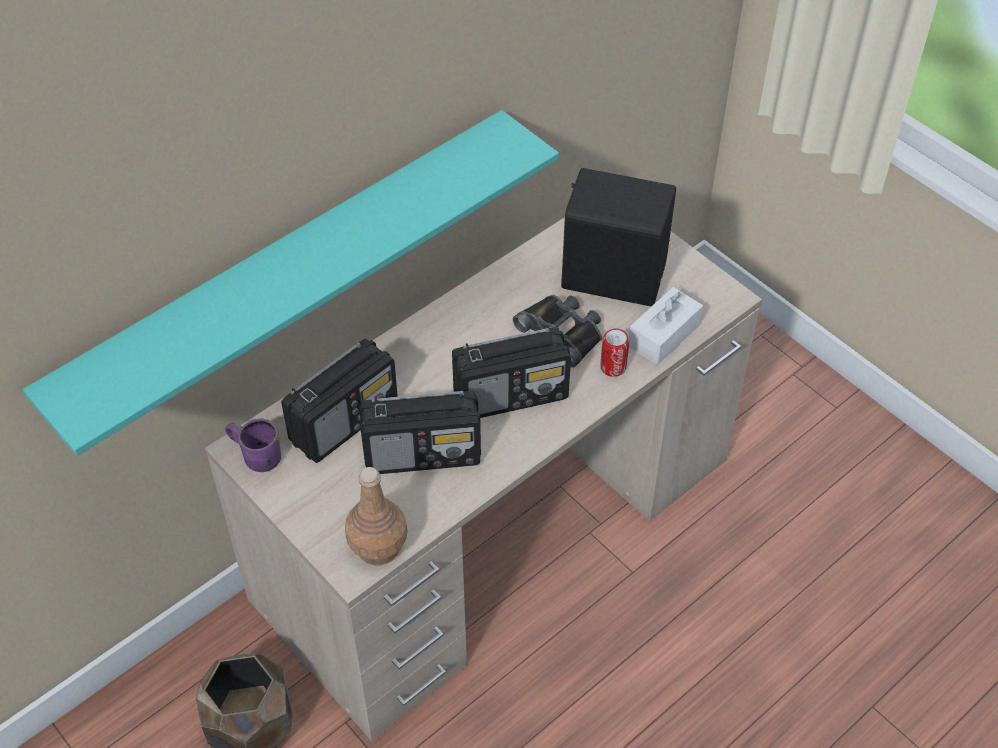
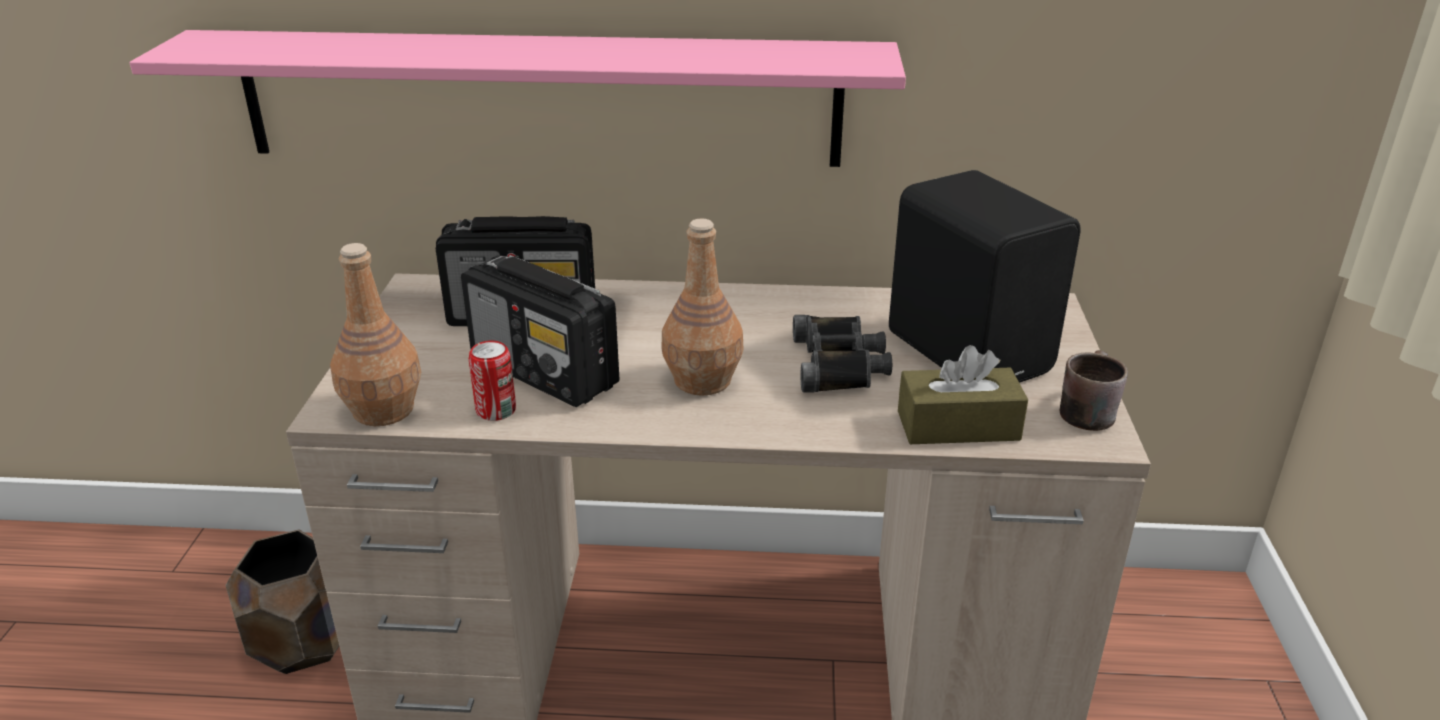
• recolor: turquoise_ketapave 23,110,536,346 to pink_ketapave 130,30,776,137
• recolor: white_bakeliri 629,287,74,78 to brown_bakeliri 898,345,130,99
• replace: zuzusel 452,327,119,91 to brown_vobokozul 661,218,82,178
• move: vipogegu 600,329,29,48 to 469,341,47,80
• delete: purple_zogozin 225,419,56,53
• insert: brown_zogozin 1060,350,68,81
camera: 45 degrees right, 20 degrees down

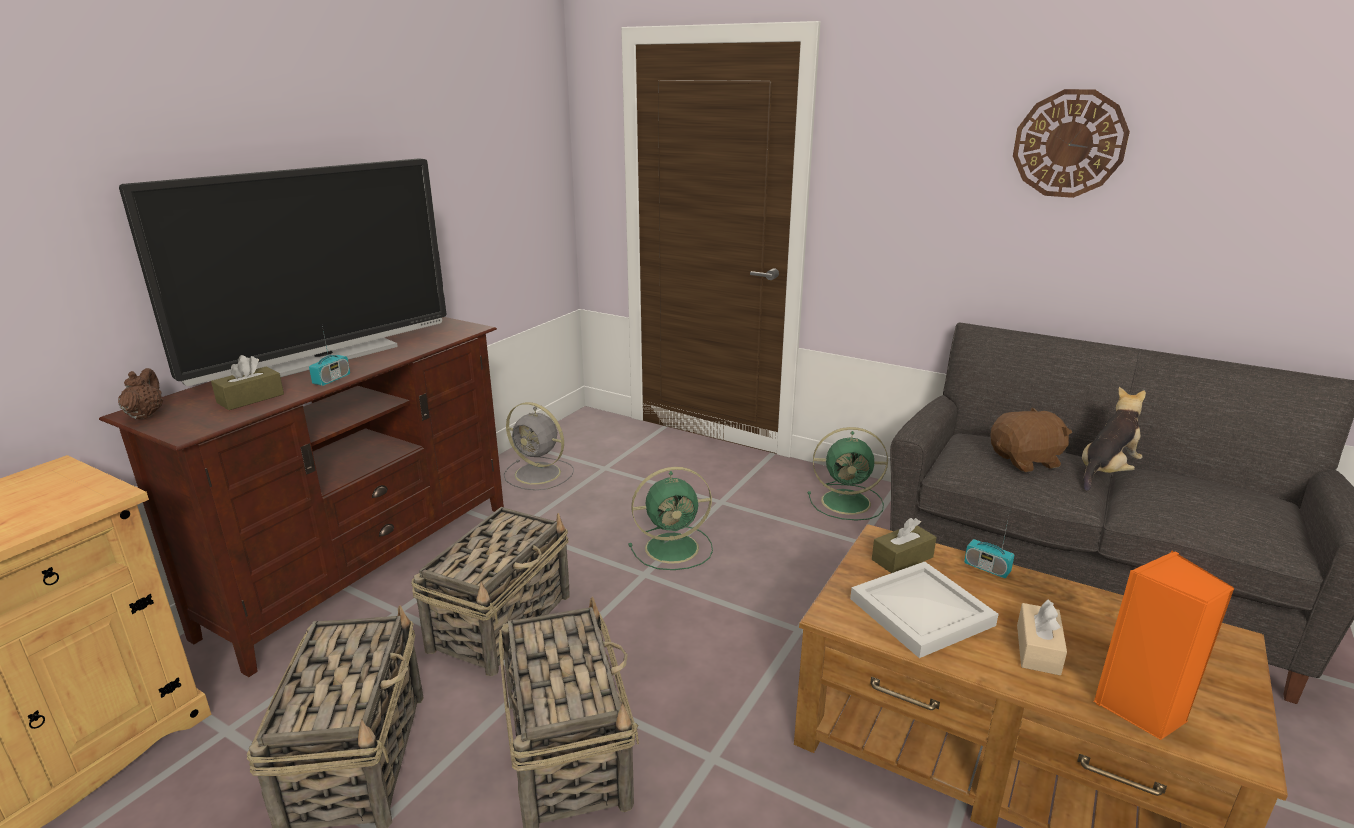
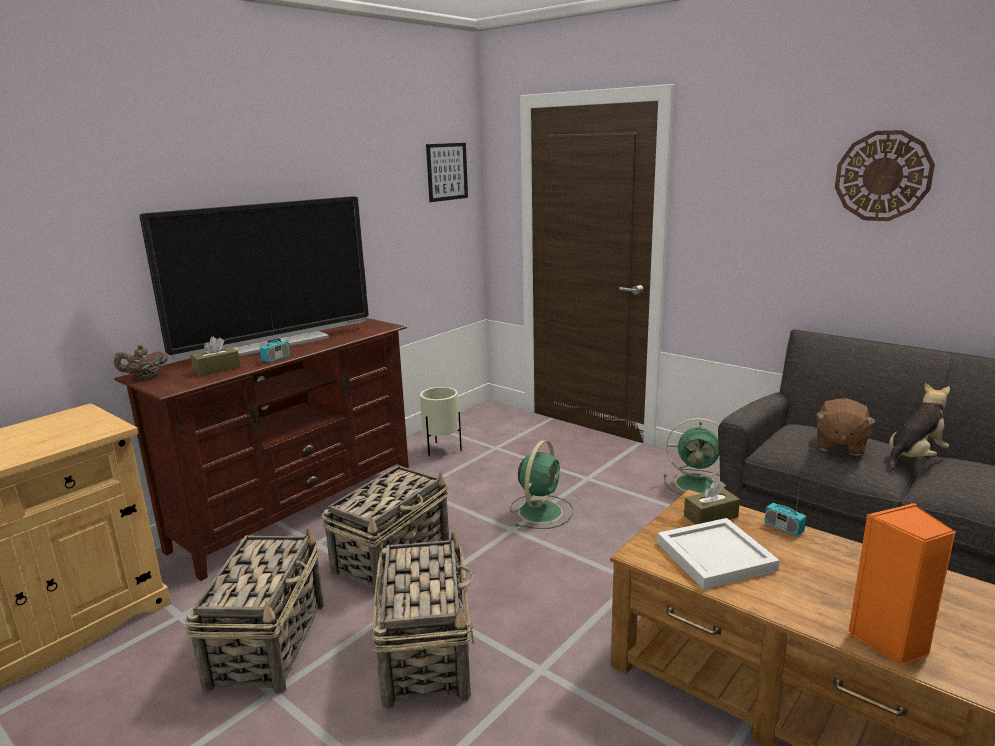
• rotate: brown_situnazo 118,368,45,51 = 114,345,54,33 120 degrees counterclockwise
• replace: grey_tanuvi 503,402,71,88 to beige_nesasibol 420,387,42,69
• rotate: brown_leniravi 990,408,82,64 = 816,398,60,58 120 degrees clockwise
• rotate: green_tanuvi 628,467,85,103 = 510,440,63,89 60 degrees counterclockwise
• delete: beige_bakeliri 1017,600,50,75
• insert: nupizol 426,143,42,59
camera: 10 degrees right, 5 degrees down

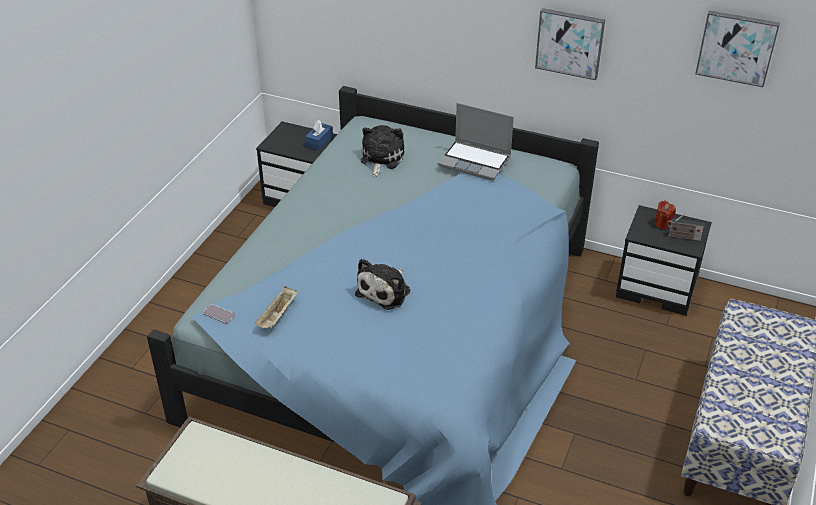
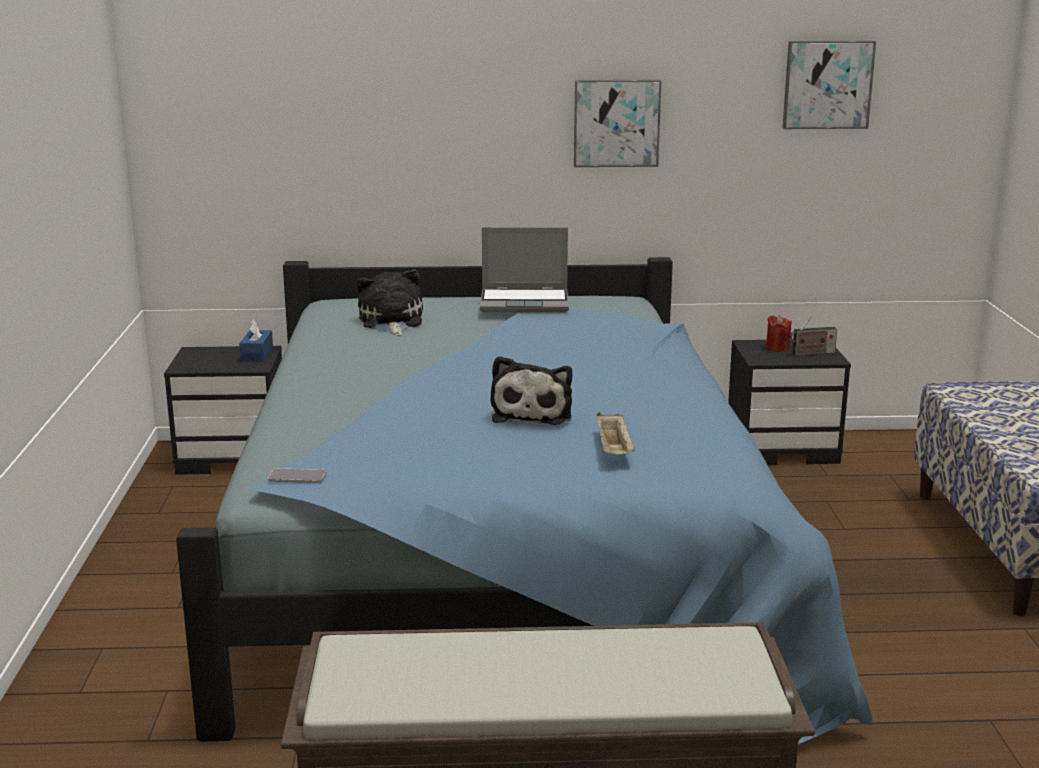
• move: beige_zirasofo 254,286,43,42 to 597,412,38,43
camera: 25 degrees left, 20 degrees down

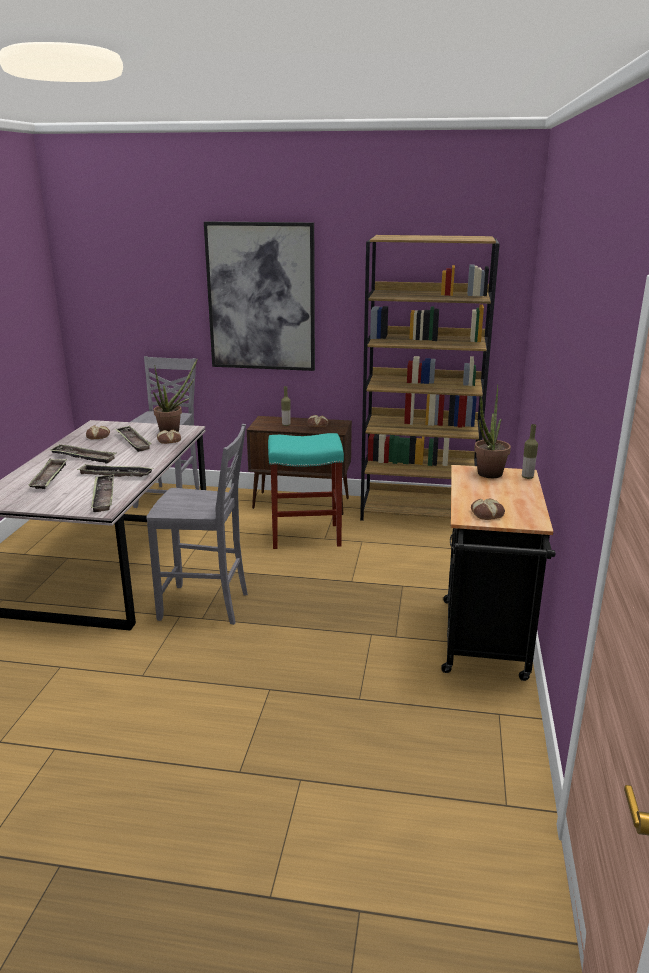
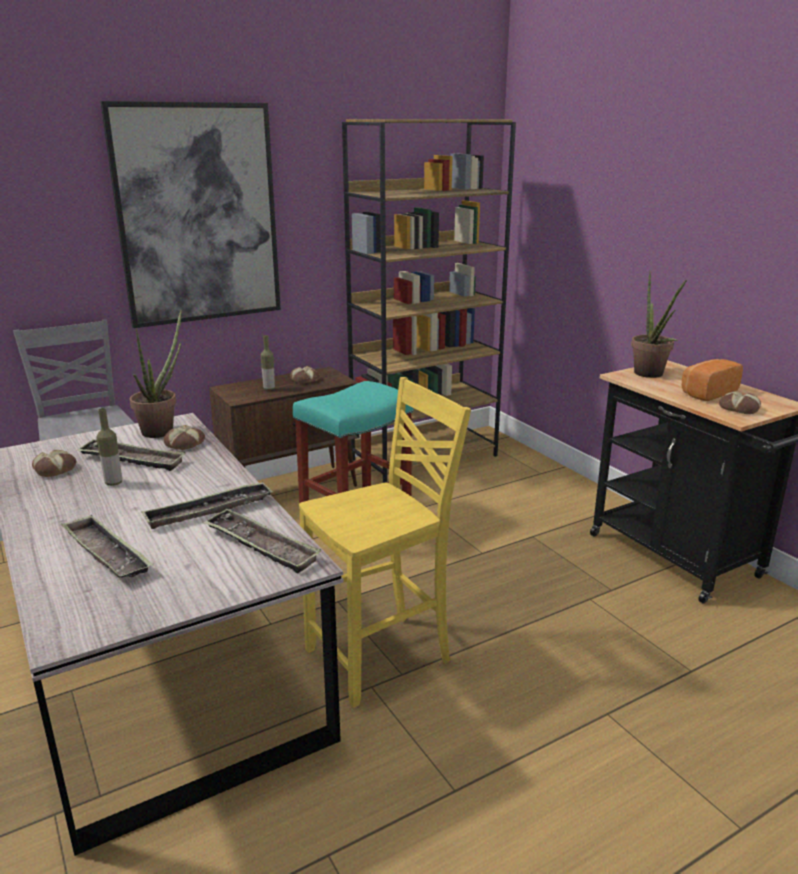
• recolor: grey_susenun 146,424,102,201 to yellow_susenun 299,377,172,331
• move: vobokozul 522,424,16,55 to 96,408,26,78
• delete: zirasofo 49,444,68,20
• insert: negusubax 682,359,61,42
camera: 40 degrees left, 0 degrees up

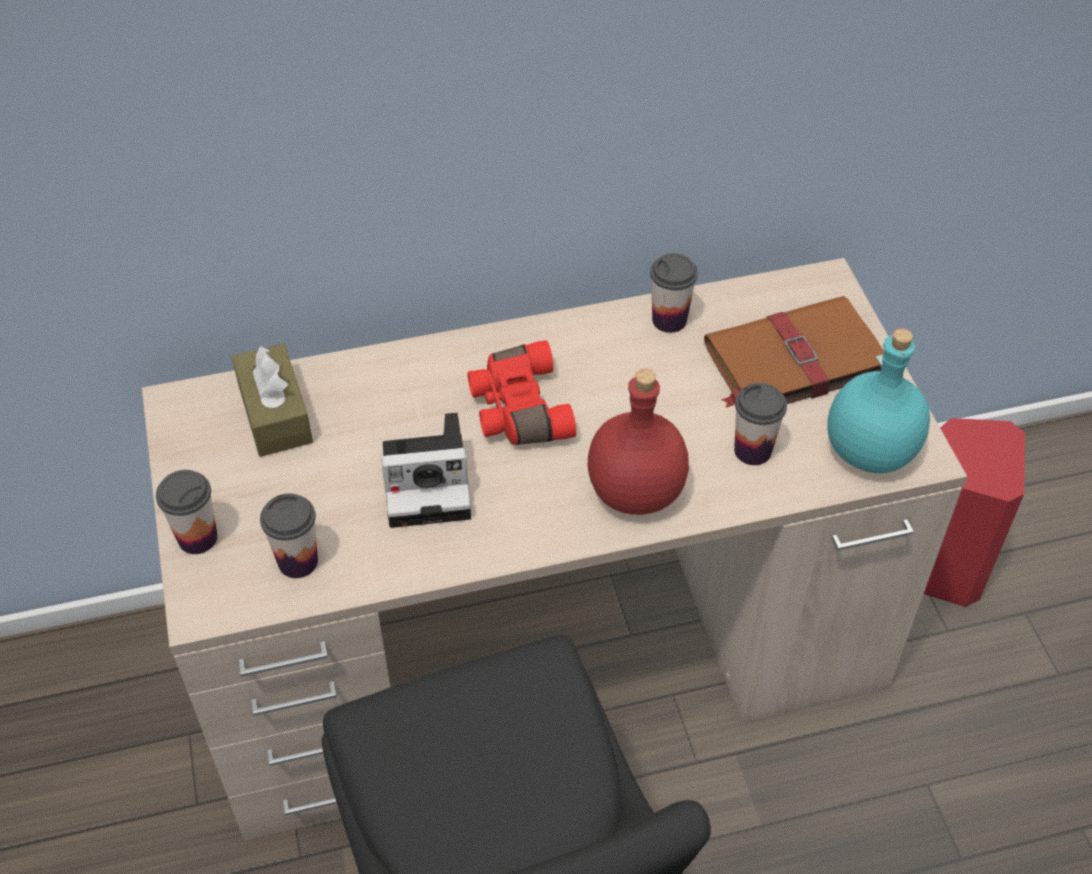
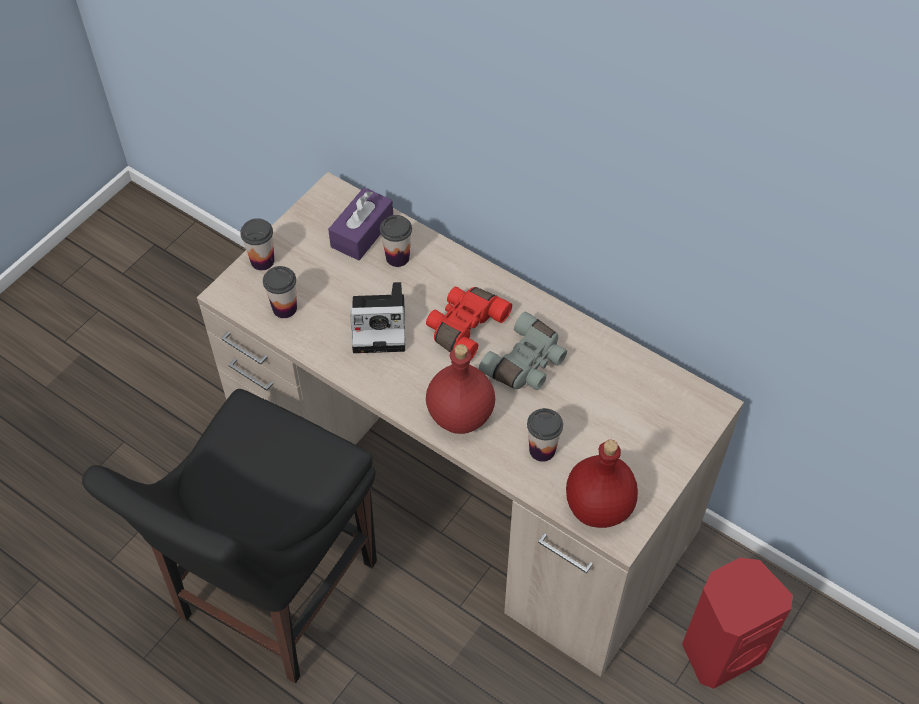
• move: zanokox 650,253,48,80 to 380,215,32,52
• delete: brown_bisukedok 704,296,180,112
• recolor: turquoise_vobokozul 827,328,103,145 to red_vobokozul 566,440,72,88
• recolor: brown_bakeliri 232,343,81,114 to purple_bakeliri 328,187,65,74
• rotate: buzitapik 381,413,90,115 = 350,282,55,71 45 degrees counterclockwise
• insert: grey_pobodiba 479,312,88,78
camera: 50 degrees right, 5 degrees up

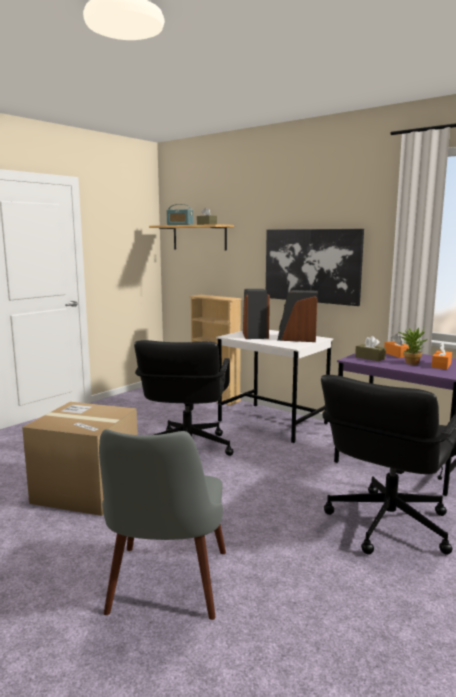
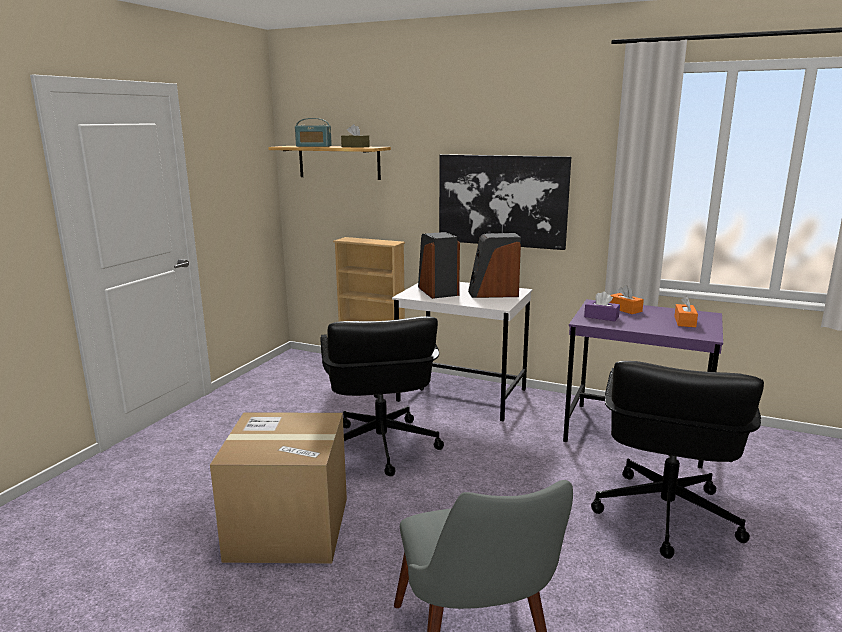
• delete: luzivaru 399,328,29,37
• recolor: brown_bakeliri 355,336,31,25 to purple_bakeliri 584,291,36,30
camera: 15 degrees left, 5 degrees up

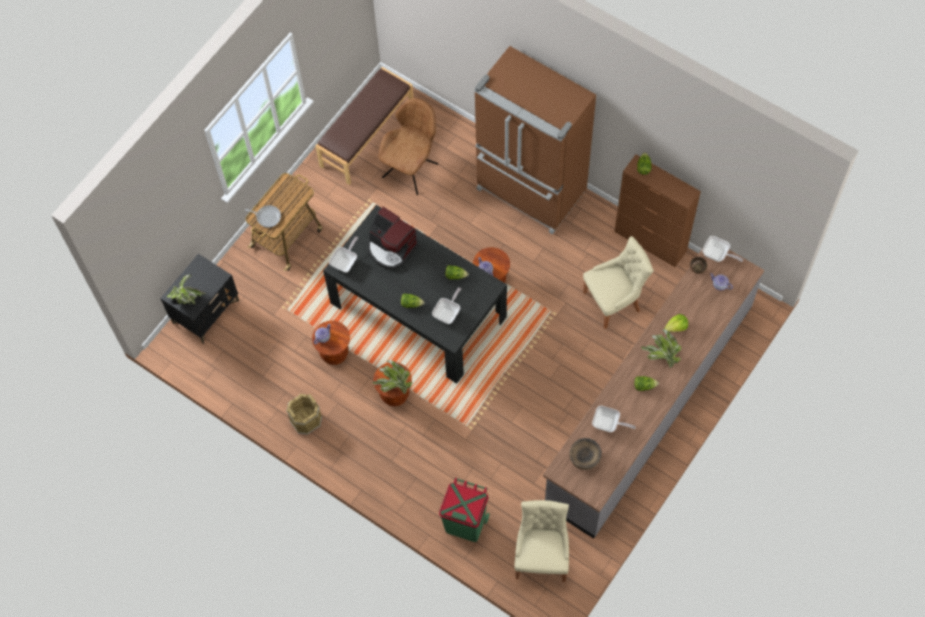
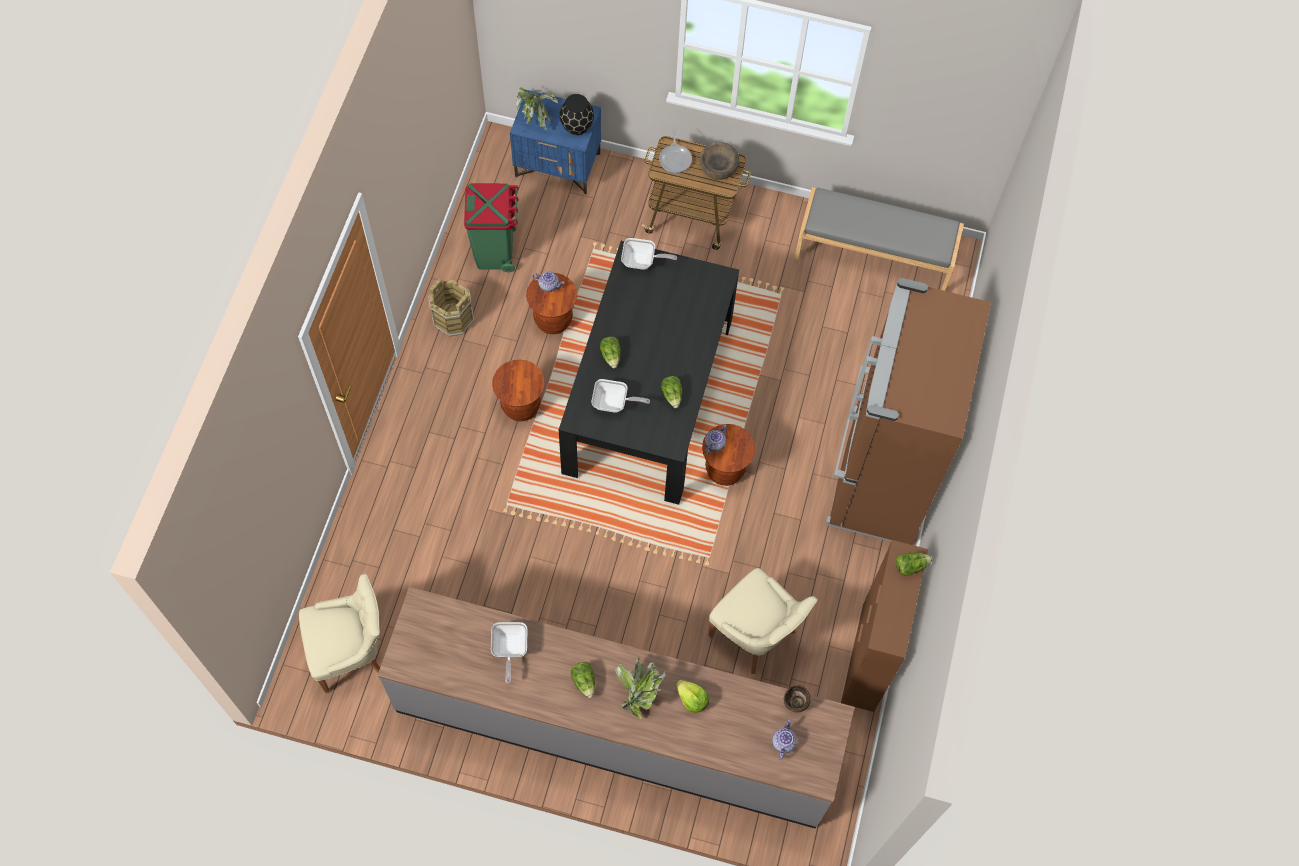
• recolor: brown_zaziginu 316,67,97,118 to grey_zaziginu 794,187,170,104
• delete: brown_susenun 379,98,59,97
• delete: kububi 367,207,51,62
• delete: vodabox 702,236,41,26
• recolor: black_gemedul 160,254,79,90 to blue_gemedul 510,90,91,104
• delete: luzivaru 372,360,41,34
• move: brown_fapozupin 569,438,33,32 to 700,142,39,38
• move: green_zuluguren 439,478,51,64 to 464,184,55,88
• insert: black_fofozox 560,94,34,41
camera: 65 degrees right, 0 degrees up

